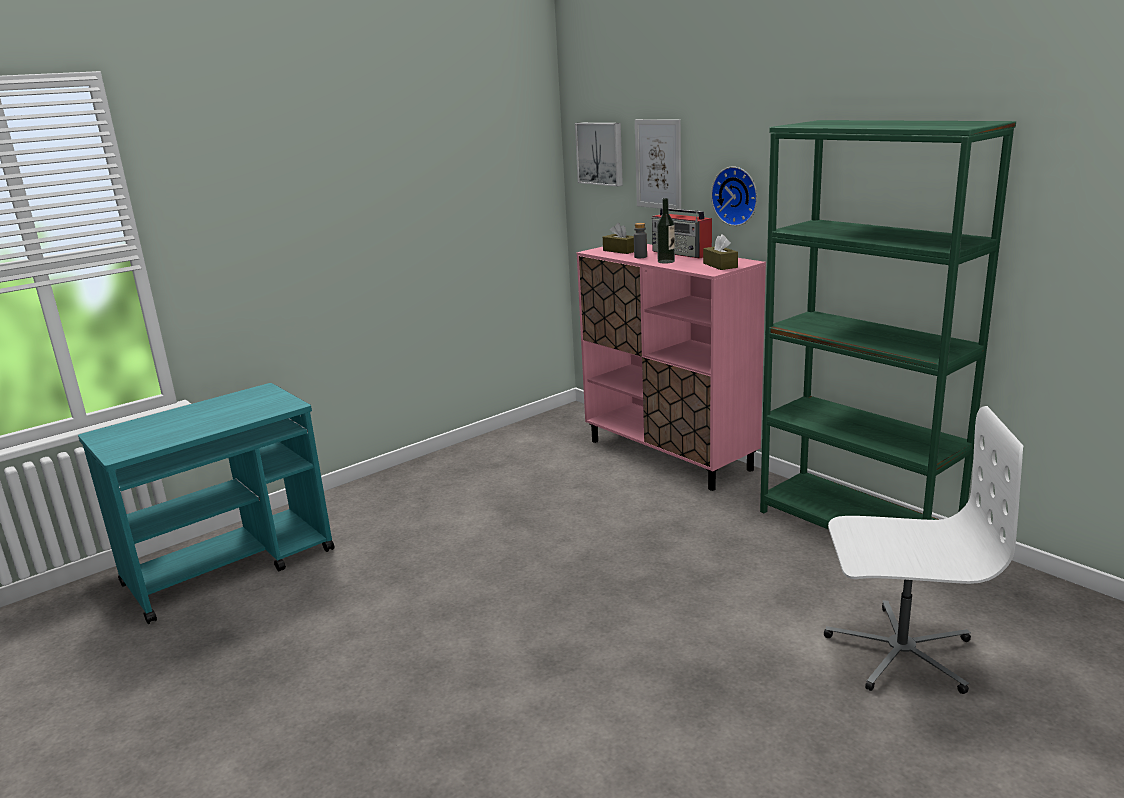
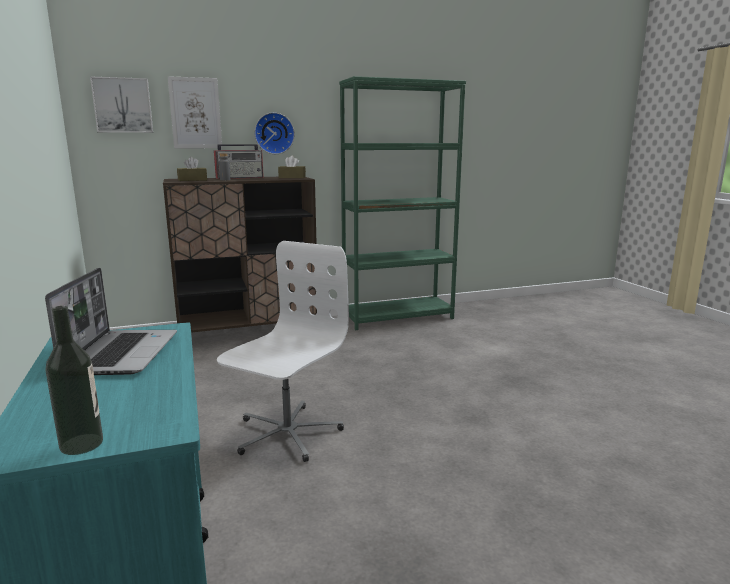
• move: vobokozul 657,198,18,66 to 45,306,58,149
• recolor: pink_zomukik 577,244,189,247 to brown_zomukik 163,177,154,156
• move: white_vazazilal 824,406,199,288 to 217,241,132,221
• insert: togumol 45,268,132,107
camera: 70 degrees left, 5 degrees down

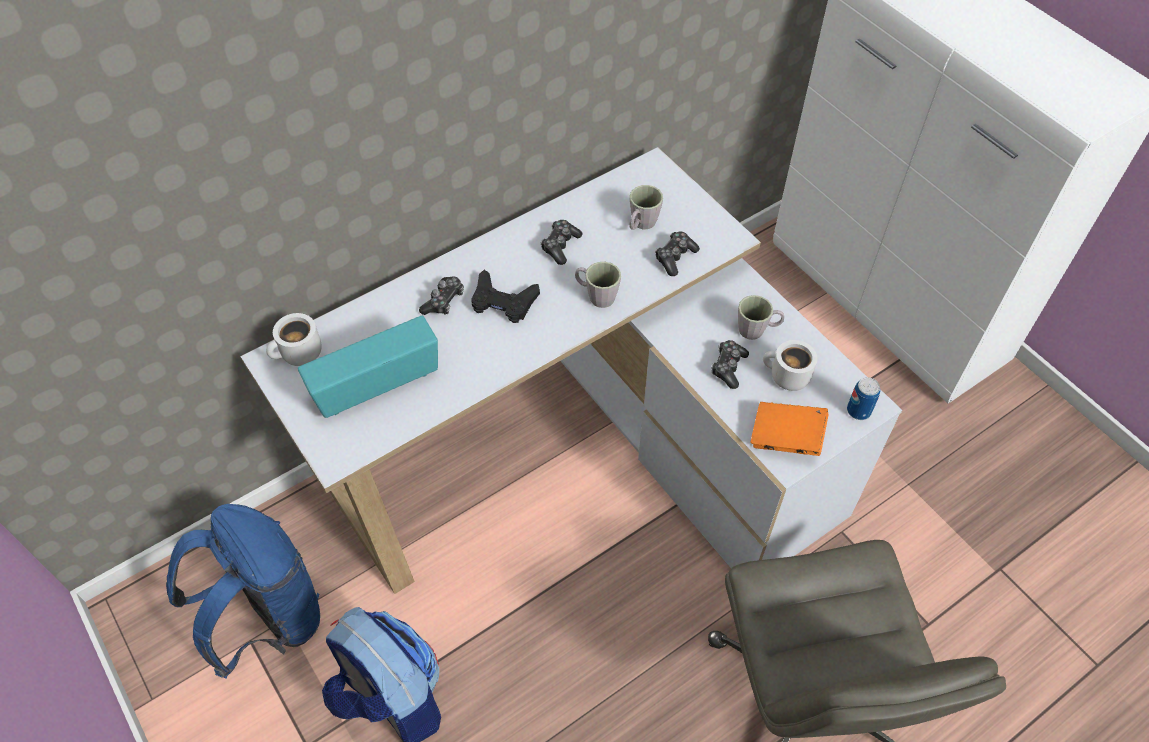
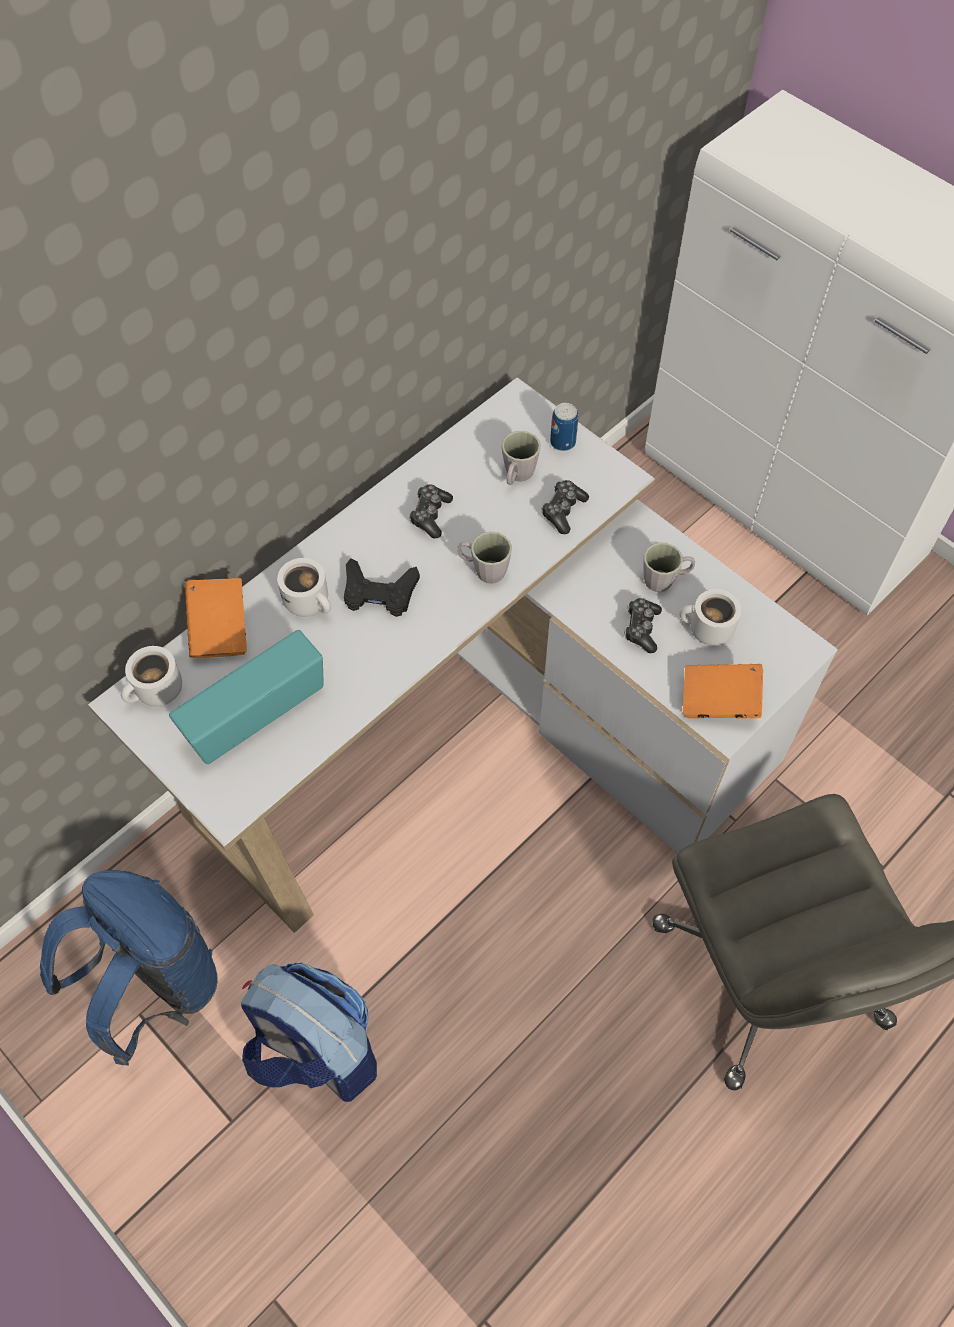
• replace: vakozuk 419,277,45,38 to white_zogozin 277,558,54,59
• move: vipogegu 847,377,33,43 to 550,403,28,48
• insert: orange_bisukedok 185,578,62,80
camera: 10 degrees left, 5 degrees up

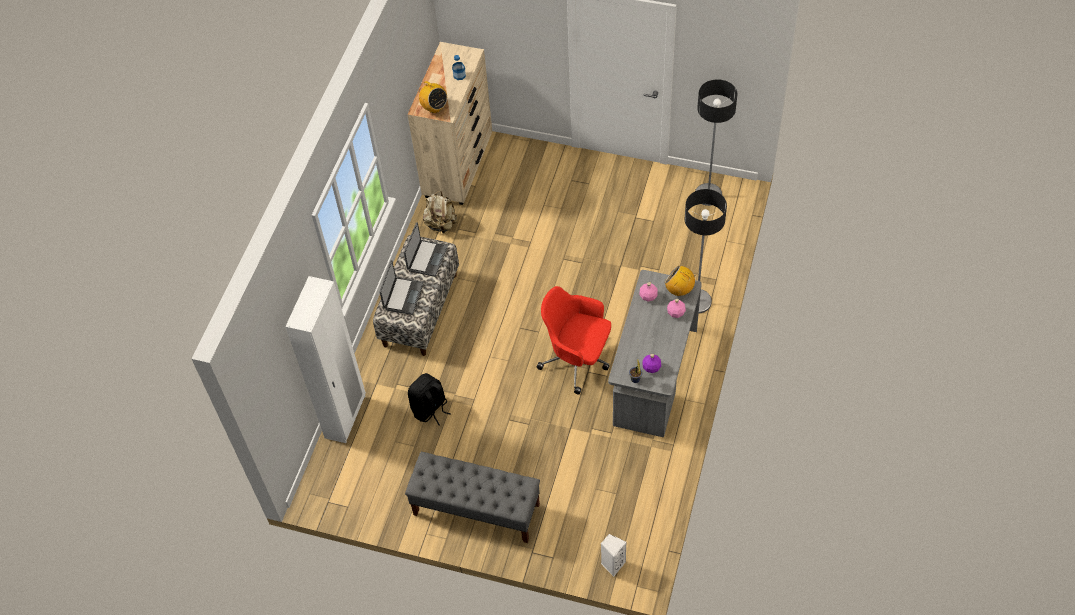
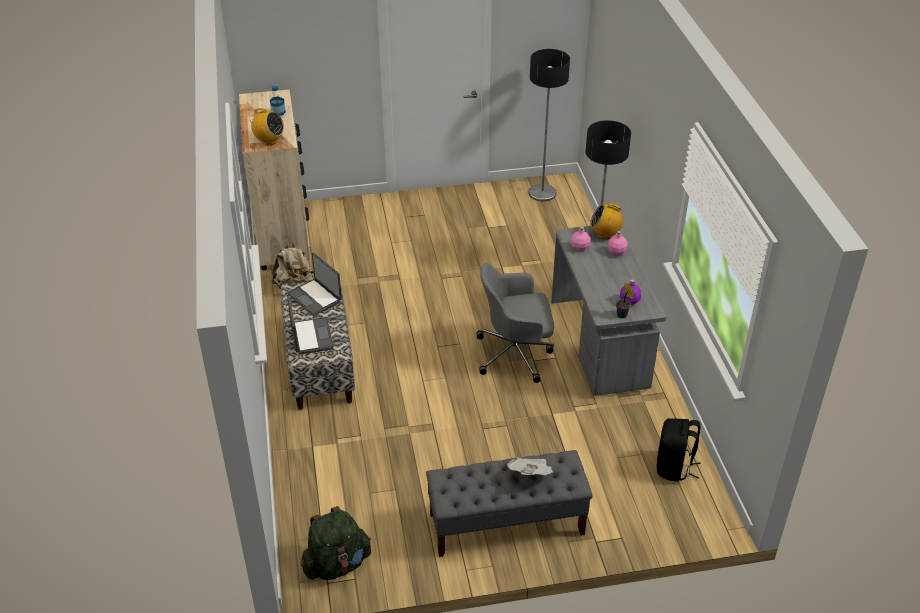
• rotate: togumol 404,222,44,55 = 287,252,55,64 150 degrees clockwise
• delete: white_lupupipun 285,276,81,167
• recolor: red_vazazilal 537,286,74,109 to grey_vazazilal 477,263,77,120
• move: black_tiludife 408,373,43,52 to 657,418,44,64
• delete: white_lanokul 601,534,25,43
• insert: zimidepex 507,457,47,18
• insert: green_tiludife 301,506,70,74
camera: 30 degrees left, 15 degrees down

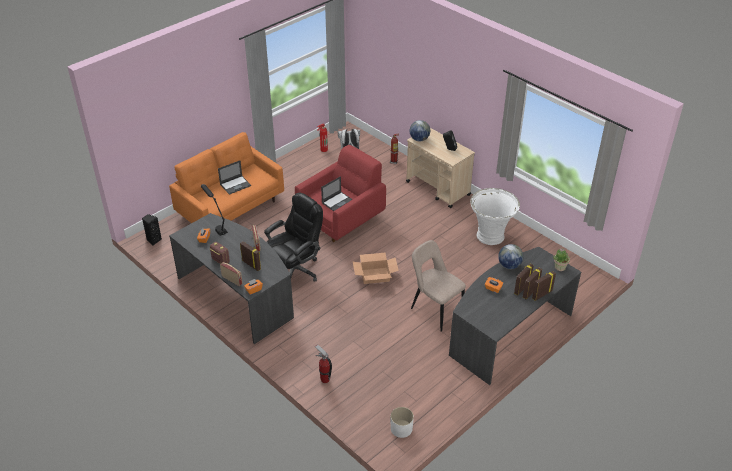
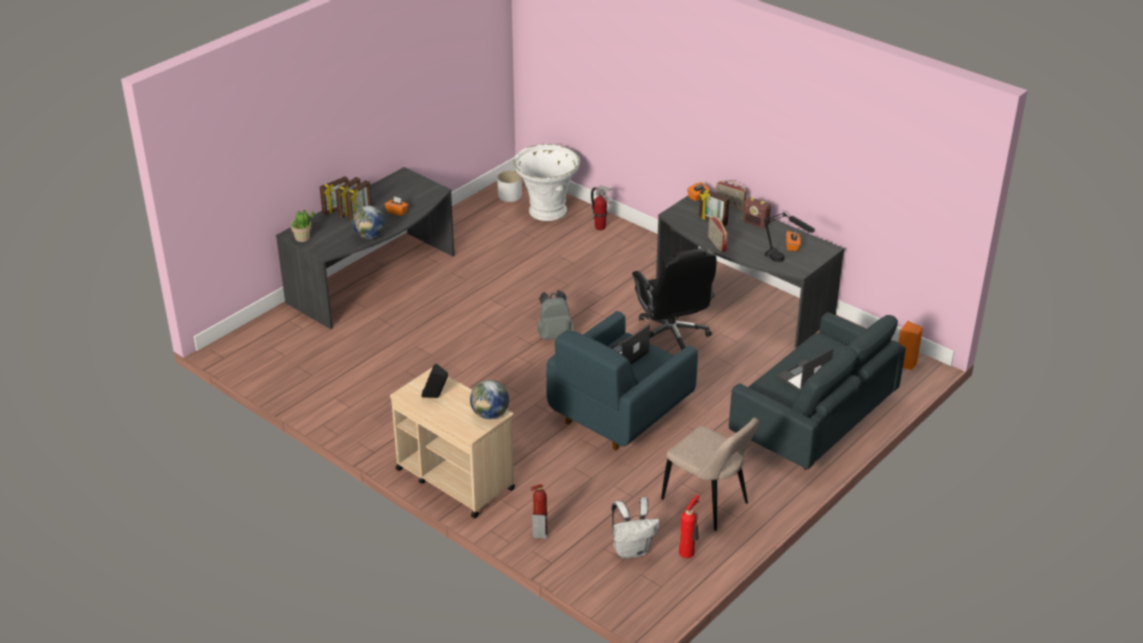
• recolor: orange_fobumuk 169,132,115,91 to grey_fobumuk 729,312,177,158
• recolor: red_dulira 295,145,91,97 to blue_dulira 546,311,152,139
• move: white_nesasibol 470,188,50,57 to 513,144,67,77
• rotate: black_vazazilal 264,193,59,88 = 632,248,85,103 60 degrees counterclockwise
• recolor: black_lanokul 142,214,20,32 to orange_lanokul 898,321,25,49
• move: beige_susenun 411,240,55,92 to 661,417,98,114
• replace: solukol 353,253,46,31 to grey_tiludife 537,290,36,50
camera: 175 degrees right, 5 degrees down

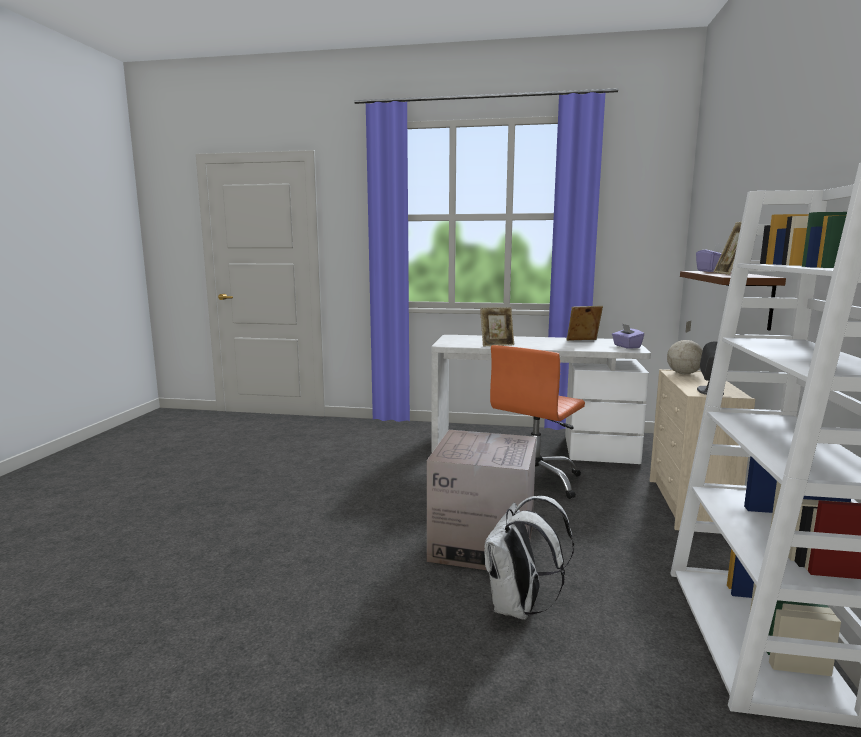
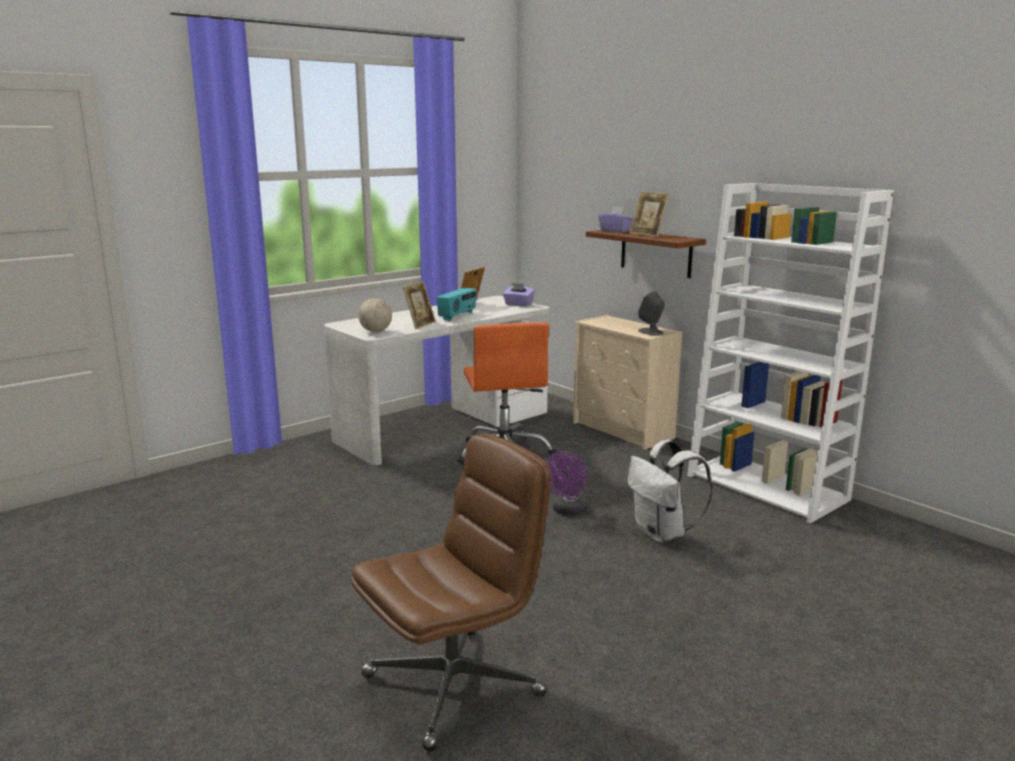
• move: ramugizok 667,321,36,53 to 358,280,34,52
• replace: solukol 427,430,109,140 to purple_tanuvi 545,451,43,65
• insert: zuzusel 437,288,39,33
• insert: brown_vazazilal 351,434,200,317
camera: 50 degrees left, 5 degrees up

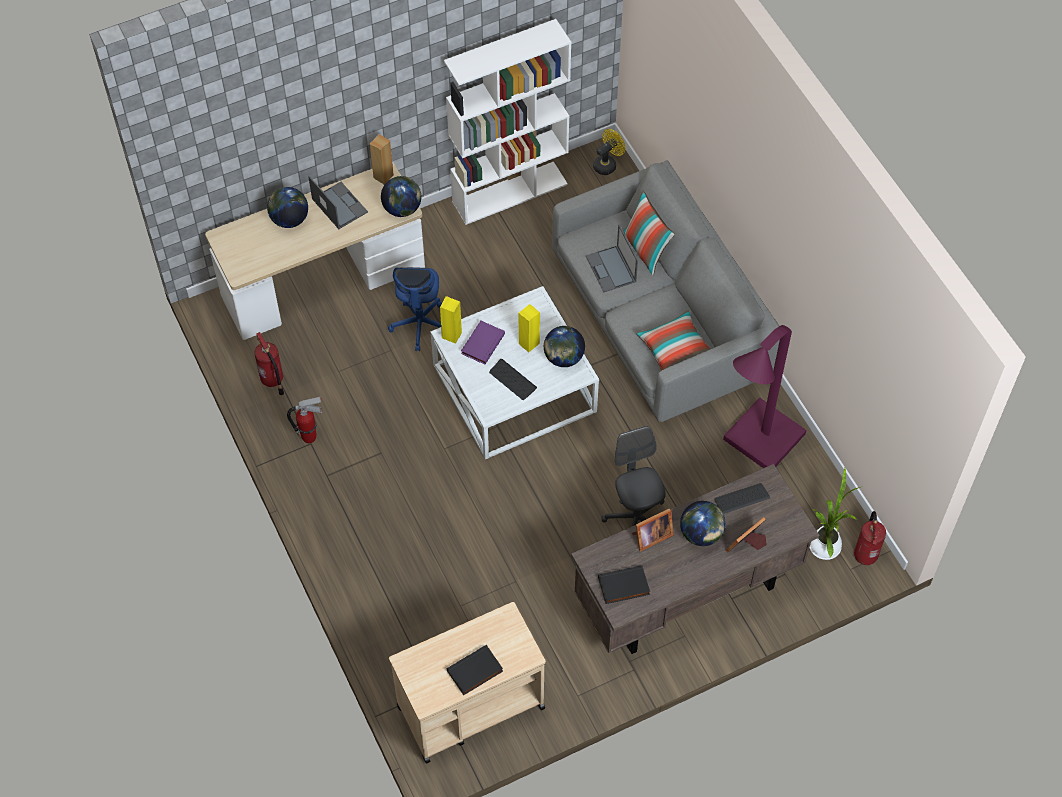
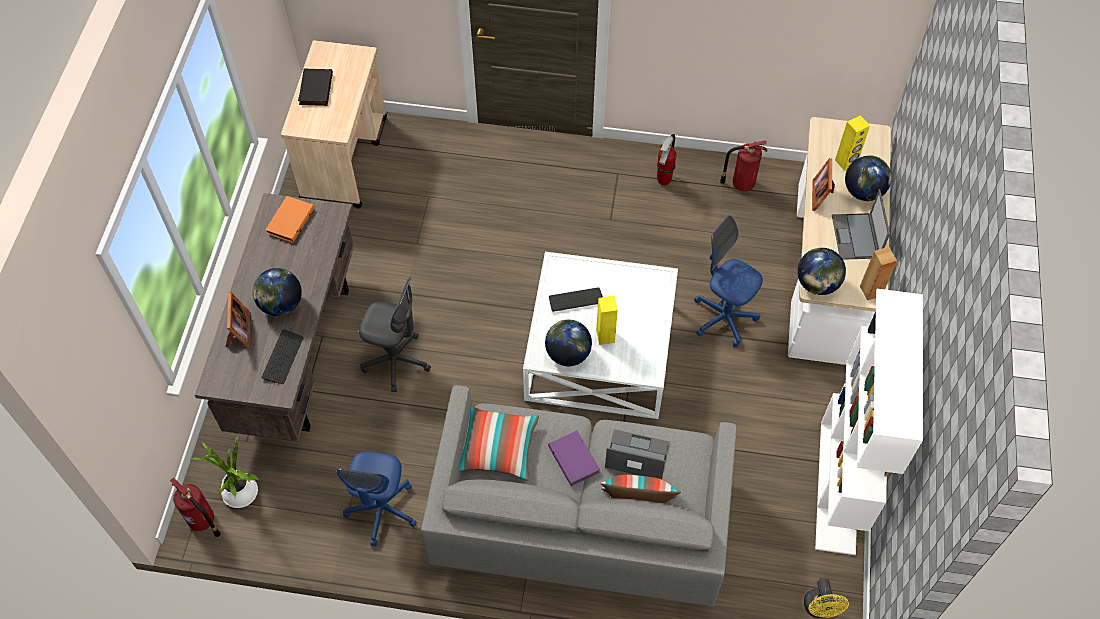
• rotate: togumol 308,176,60,53 = 832,189,58,71 90 degrees clockwise
• move: yellow_lanokul 440,296,22,48 to 835,116,35,54
• move: purple_bisukedok 461,321,44,44 to 548,430,52,56
• replace: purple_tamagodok 723,325,83,143 to blue_vazazilal 336,451,81,95
• move: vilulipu 632,508,42,44 to 812,158,23,53
• recolor: black_bisukedok 598,565,52,39 to orange_bisukedok 265,196,50,47
camera: 125 degrees right, 0 degrees up

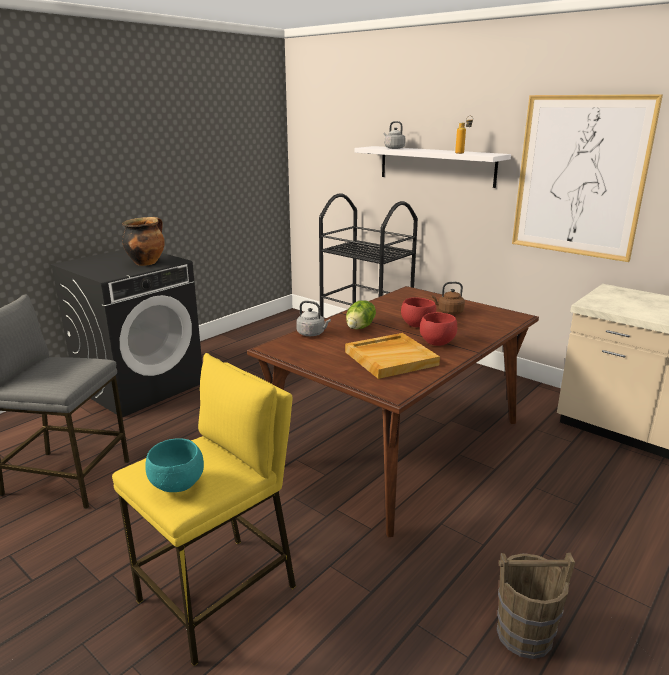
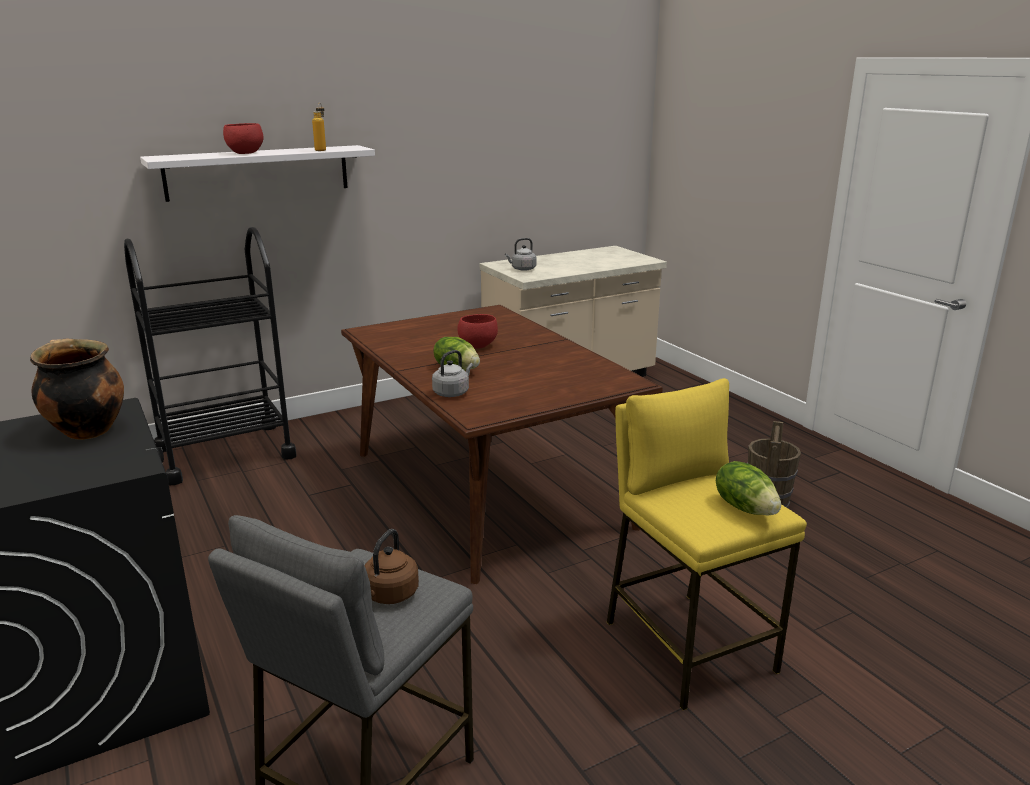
• delete: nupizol 512,94,151,168
• move: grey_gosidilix 384,121,22,28 to 505,238,32,33
• move: brown_gosidilix 431,282,34,33 to 364,529,55,75
• move: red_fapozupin 420,312,37,34 to 223,123,40,31
• delete: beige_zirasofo 345,333,95,46
• replace: turquoise_fapozupin 145,438,59,54 to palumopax 716,461,65,55
camera: 70 degrees left, 0 degrees up

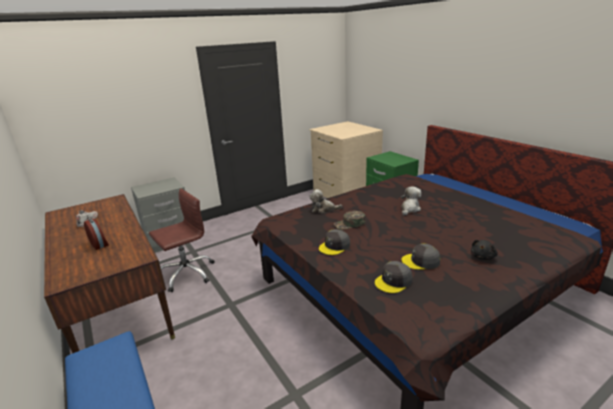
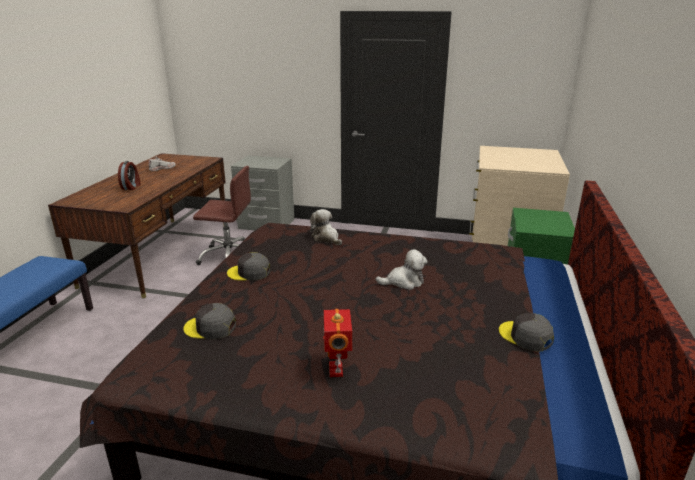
• delete: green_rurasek 334,211,32,19
• replace: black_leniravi 471,240,27,20 to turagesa 323,309,29,68
• move: grey_rurasek 401,244,39,26 to 499,313,55,39
camera: 45 degrees right, 0 degrees up

